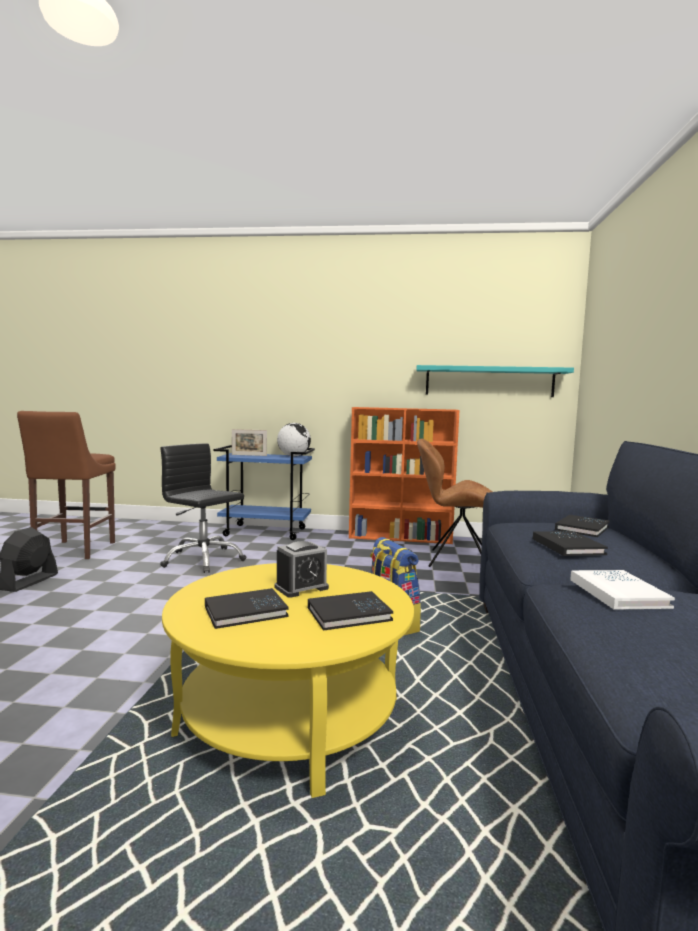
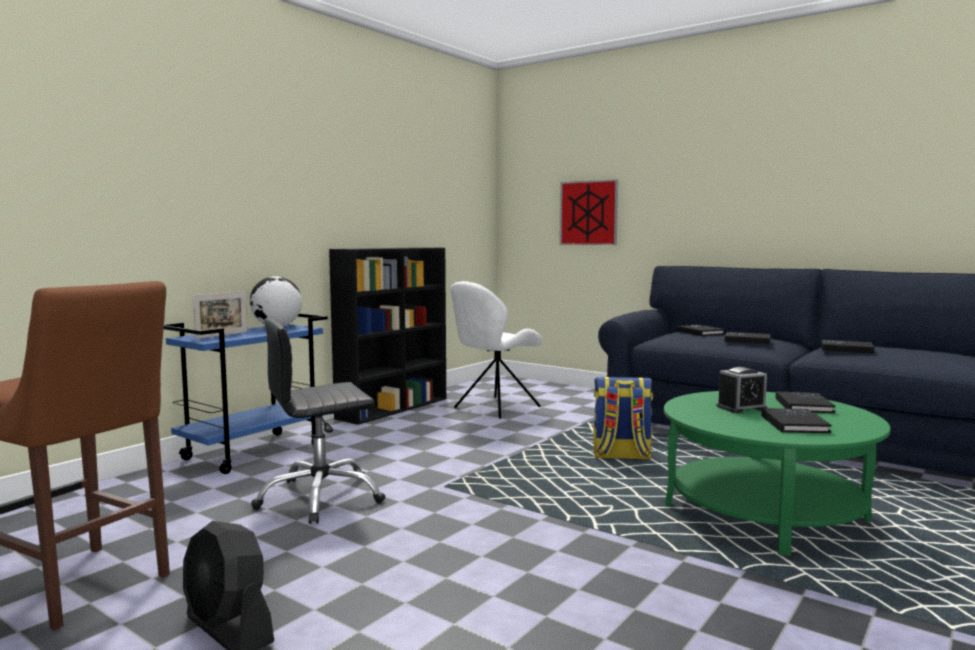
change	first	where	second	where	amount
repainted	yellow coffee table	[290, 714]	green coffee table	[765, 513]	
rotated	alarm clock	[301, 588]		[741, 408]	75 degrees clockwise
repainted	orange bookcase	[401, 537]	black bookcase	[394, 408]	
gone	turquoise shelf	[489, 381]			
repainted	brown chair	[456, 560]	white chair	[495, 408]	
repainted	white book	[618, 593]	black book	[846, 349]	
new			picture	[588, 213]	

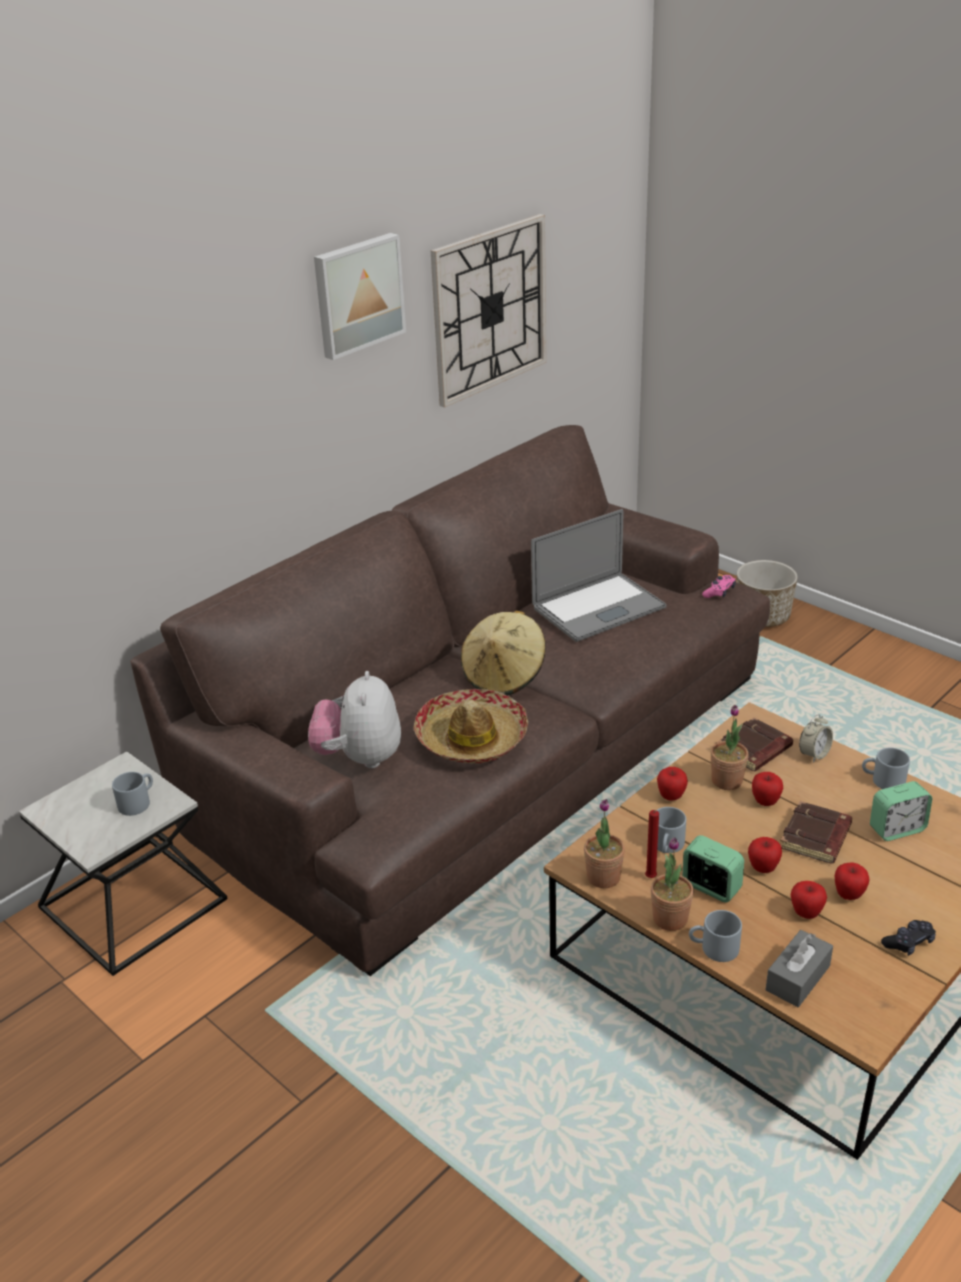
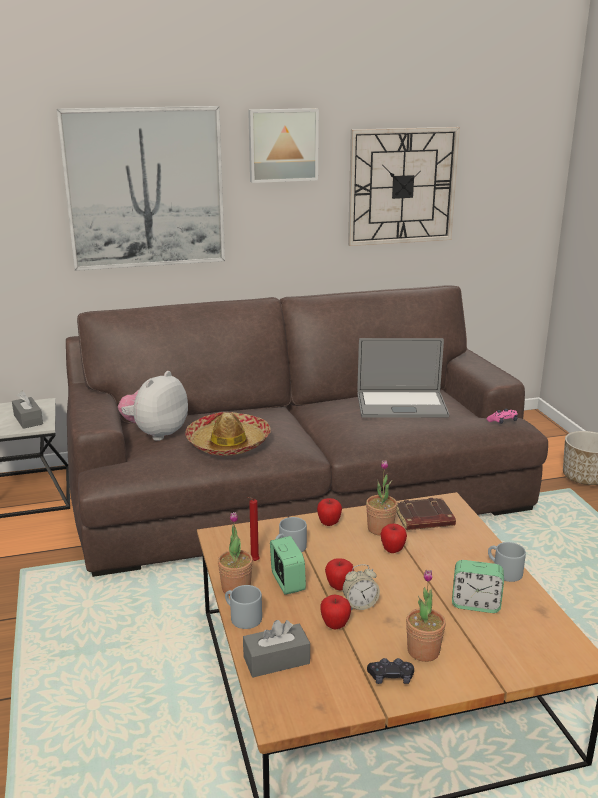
change	first	where	second	where	amount
swapped	grey mug	[137, 801]	grey tissue box	[28, 419]	
gone	beige hat	[504, 676]			
shifted	potted plant	[603, 877]		[423, 651]	
gone	brown book	[816, 838]			
shifted	alarm clock	[814, 754]		[360, 605]	
gone	apple	[848, 895]			
new			picture	[145, 188]	

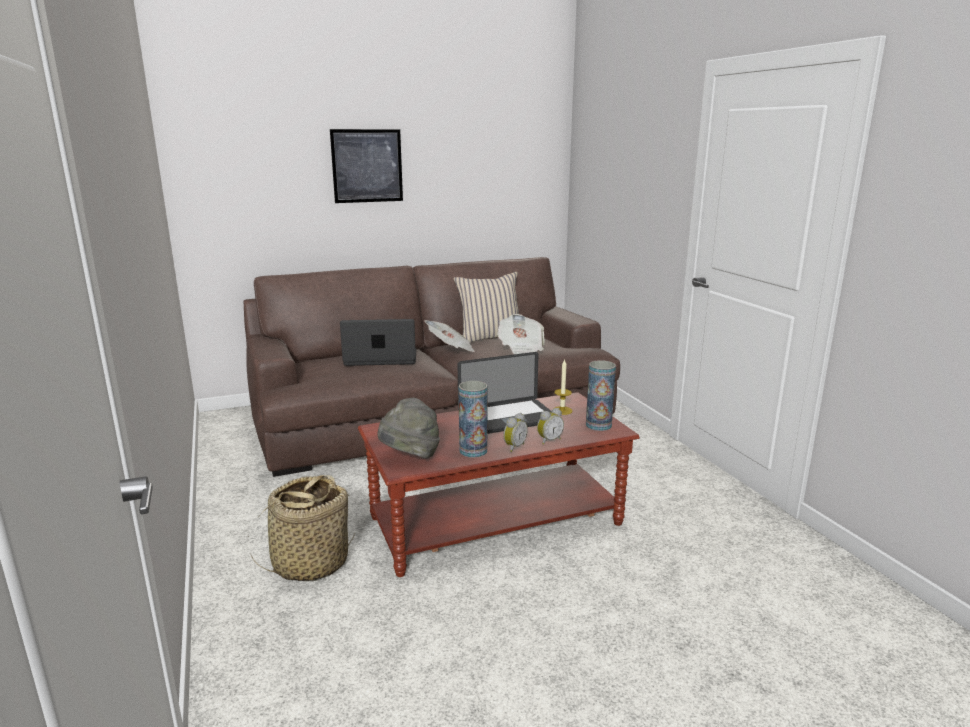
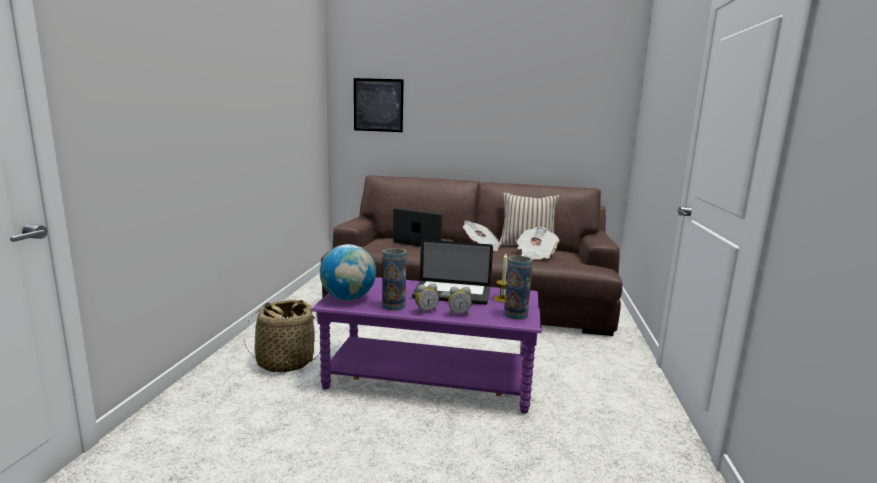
change	first	where	second	where	amount
shifted	picture	[367, 166]		[378, 105]	
repainted	brown coffee table	[496, 521]	purple coffee table	[430, 377]	
swapped	grey hat	[410, 456]	globe	[348, 298]	

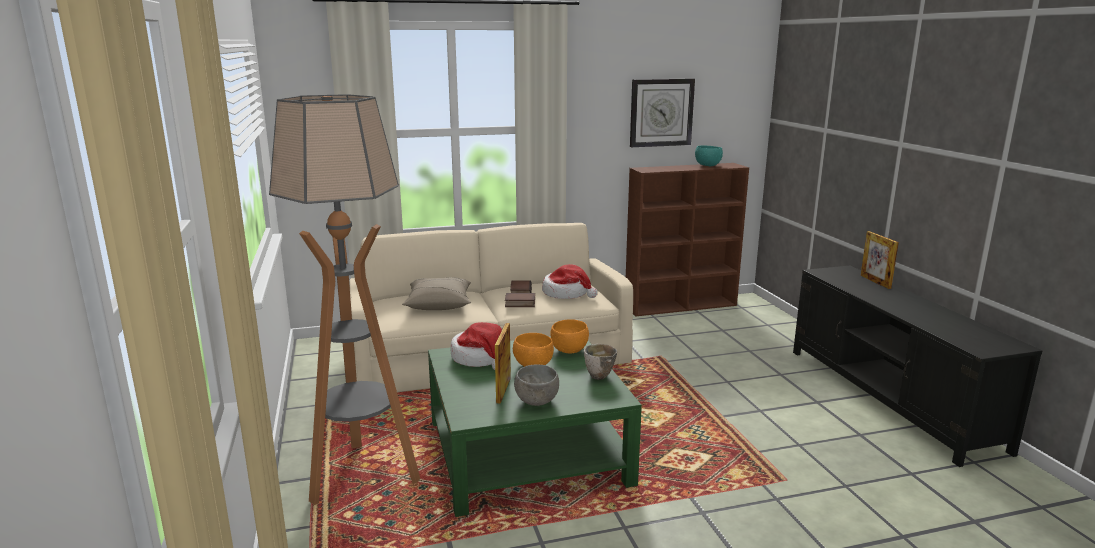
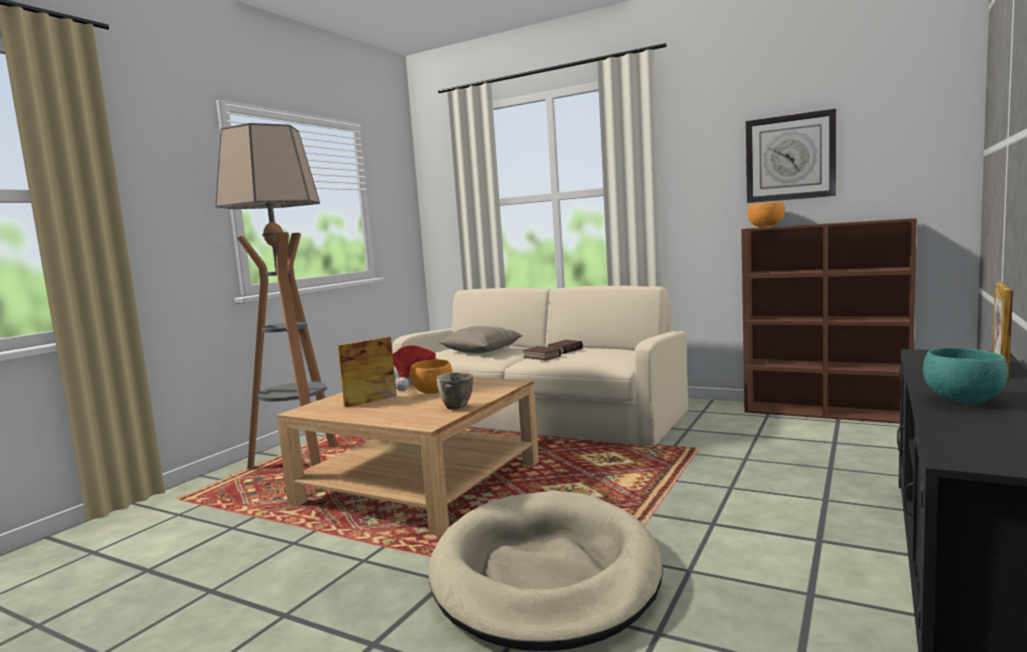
change	first	where	second	where	amount
repainted	green coffee table	[526, 451]	beige coffee table	[419, 482]	
gone	grey bowl	[536, 401]			
gone	hat	[566, 293]			
shifted	orange bowl	[569, 350]		[765, 227]	
shifted	turquoise bowl	[708, 166]		[963, 400]	
new			beige dog bed	[545, 574]	

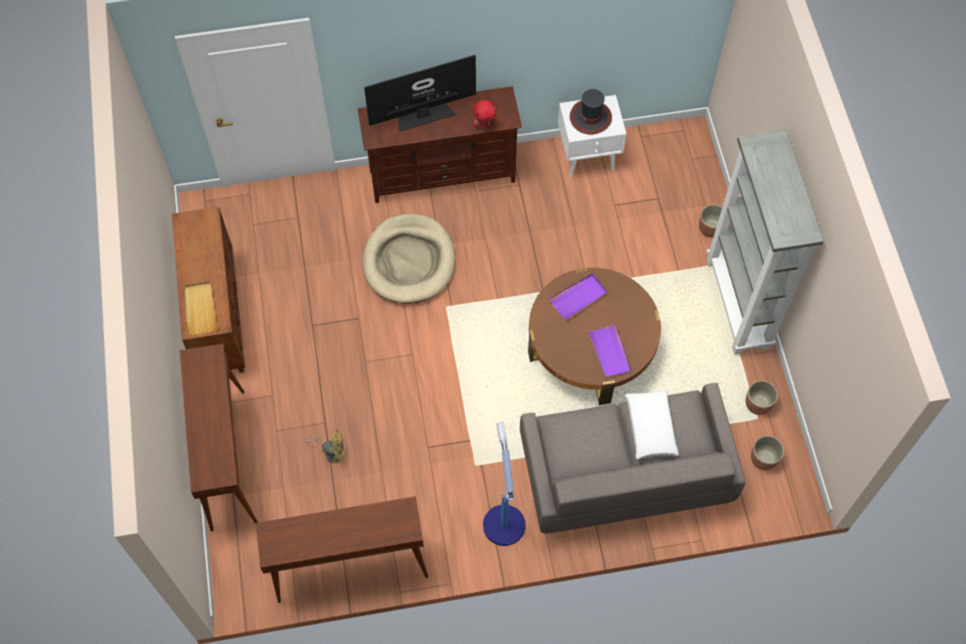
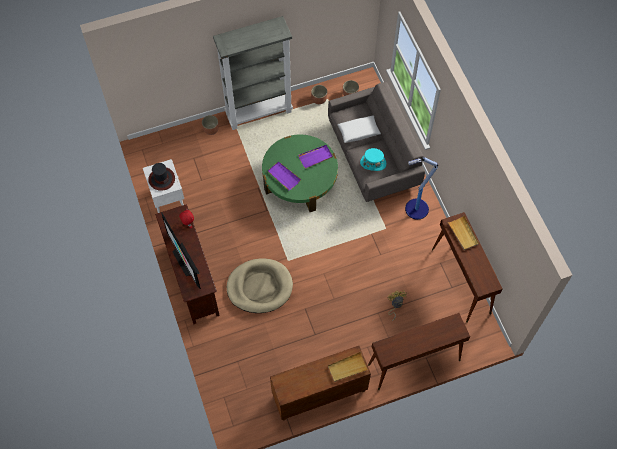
change	first	where	second	where	amount
repainted	brown coffee table	[591, 346]	green coffee table	[300, 181]	
new			turquoise hat	[373, 163]	
new			beige tray	[463, 233]	

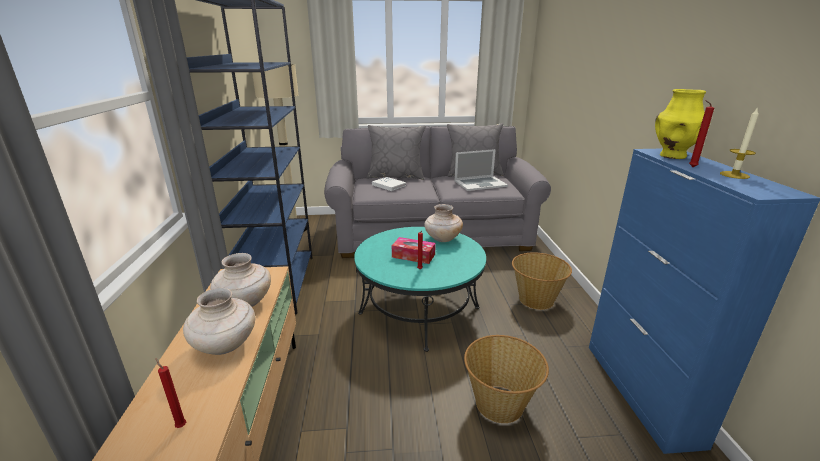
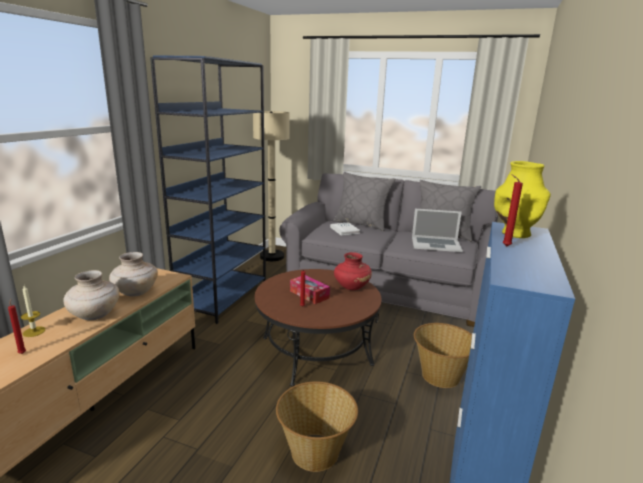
change	first	where	second	where	amount
repainted	turquoise coffee table	[419, 310]	brown coffee table	[316, 350]	
repainted	beige vase	[442, 239]	red vase	[351, 287]	
shifted	candle	[734, 175]		[34, 331]	

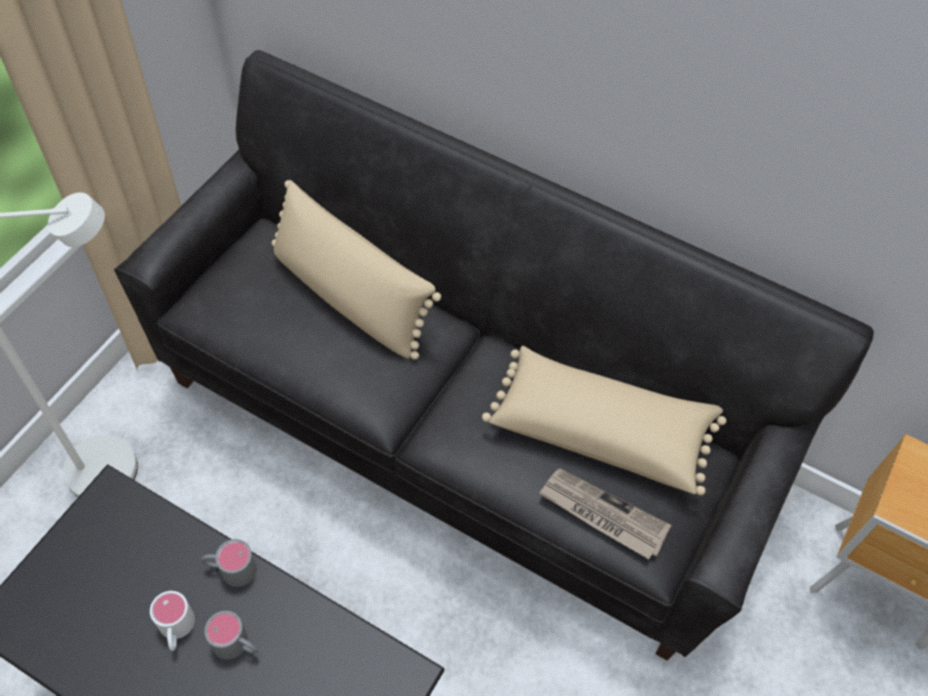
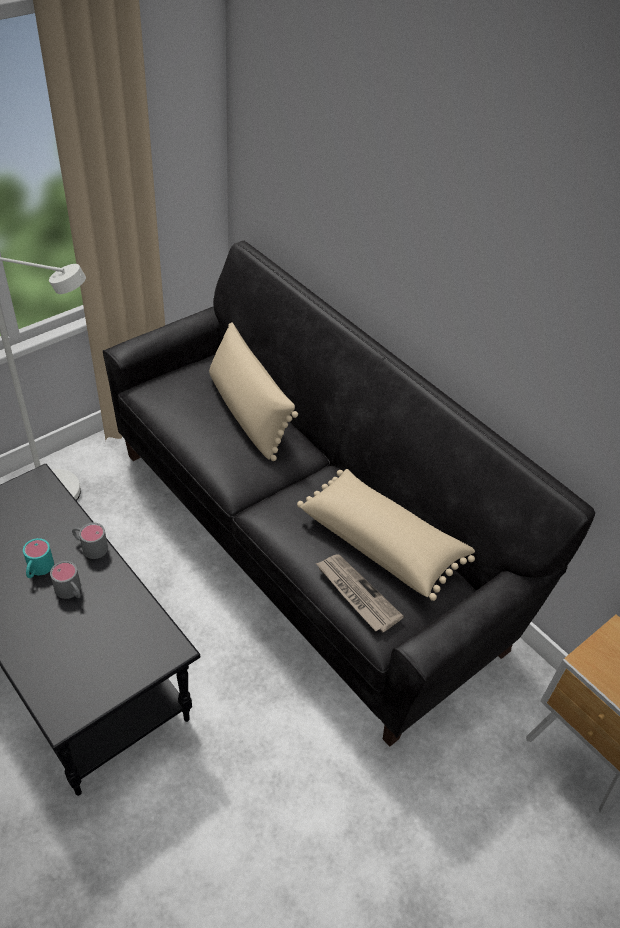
change	first	where	second	where	amount
repainted	white mug	[176, 630]	turquoise mug	[38, 570]	

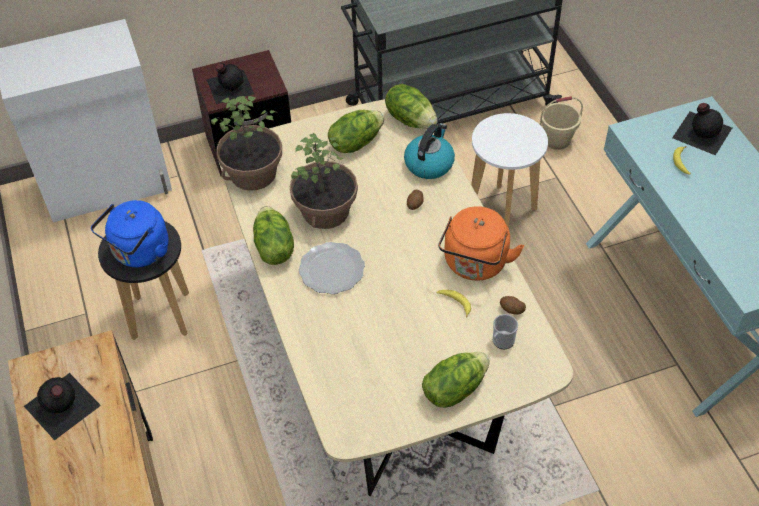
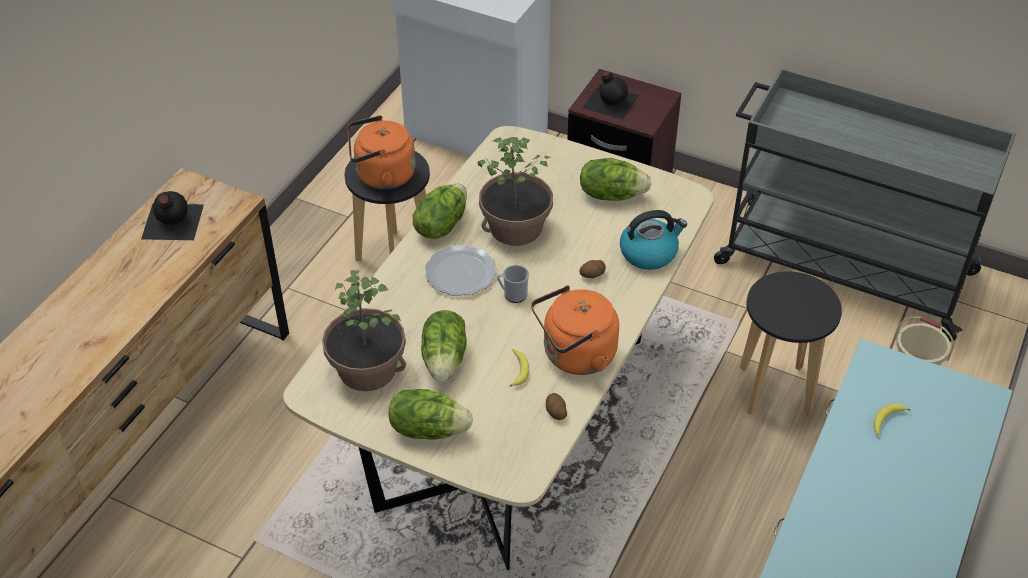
change	first	where	second	where	amount
repainted	blue kettle	[139, 253]	orange kettle	[381, 176]	
shifted	potted plant	[253, 174]		[367, 370]	
shifted	lettuce	[411, 119]		[445, 359]	
repainted	white stool	[502, 210]	black stool	[775, 390]	
shifted	mug	[501, 342]		[512, 294]	
gone	black bottle	[701, 132]			

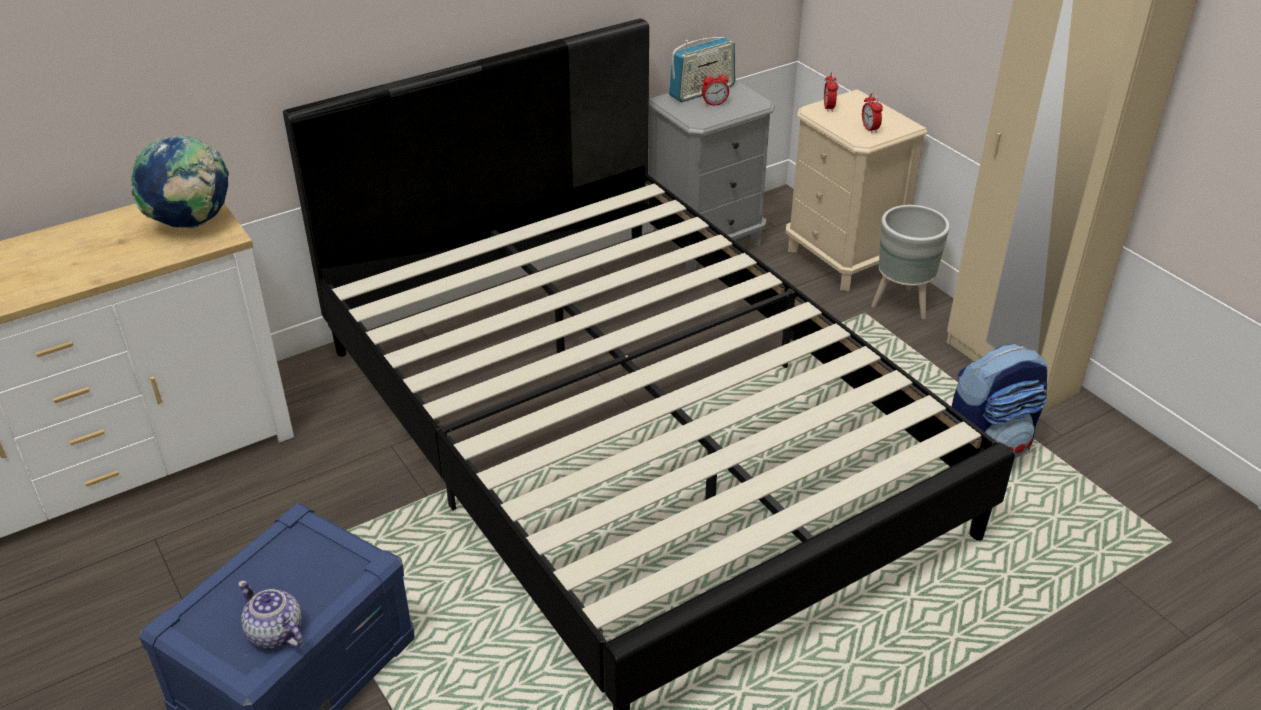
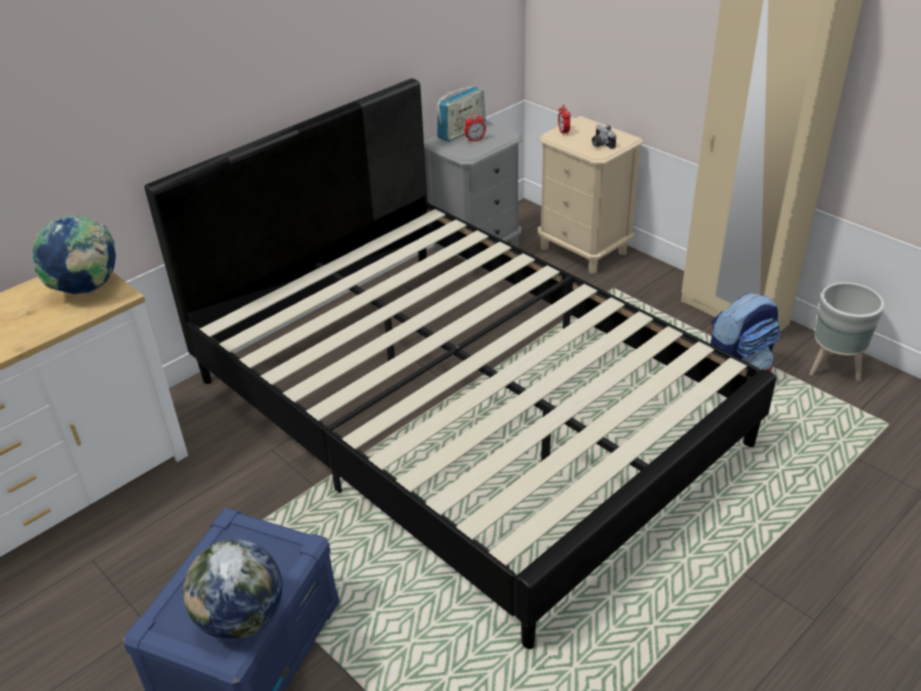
change	first	where	second	where	amount
swapped	teapot	[275, 634]	globe	[241, 619]	
swapped	alarm clock	[870, 129]	photo camera	[600, 144]	
shifted	grey planter	[902, 304]		[834, 369]	

